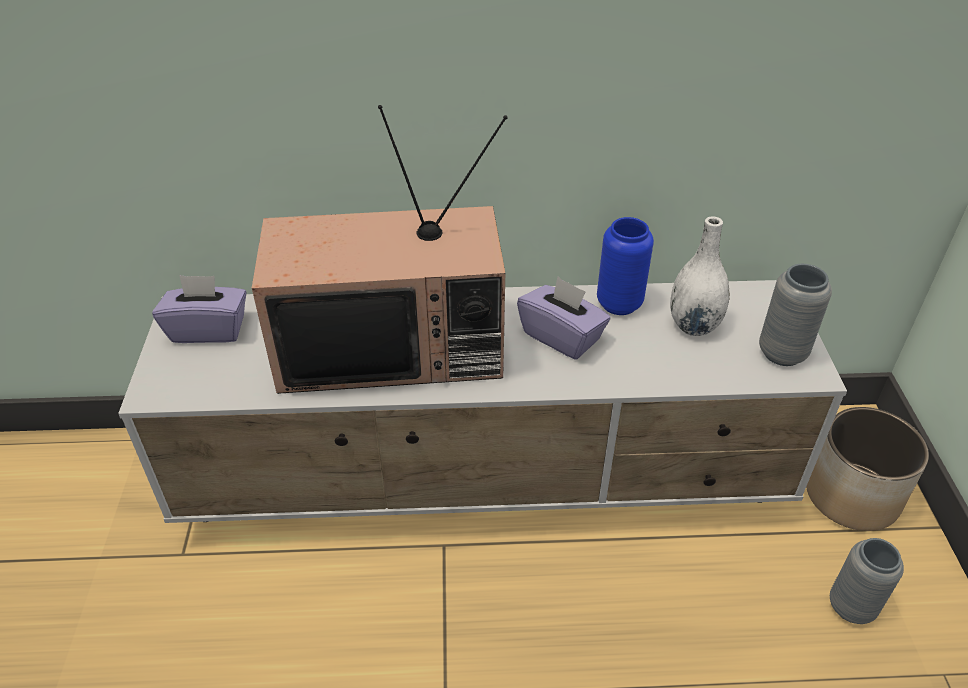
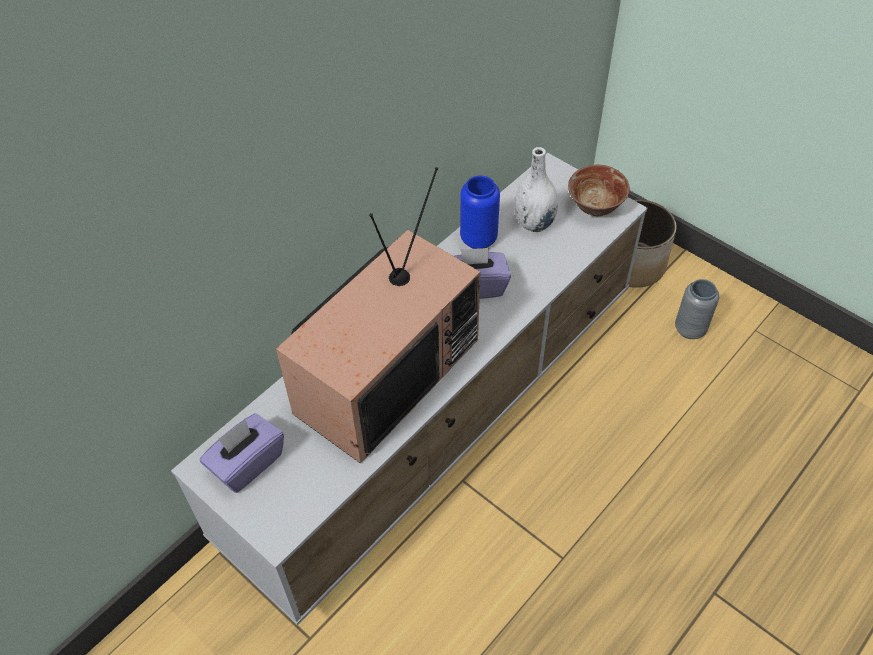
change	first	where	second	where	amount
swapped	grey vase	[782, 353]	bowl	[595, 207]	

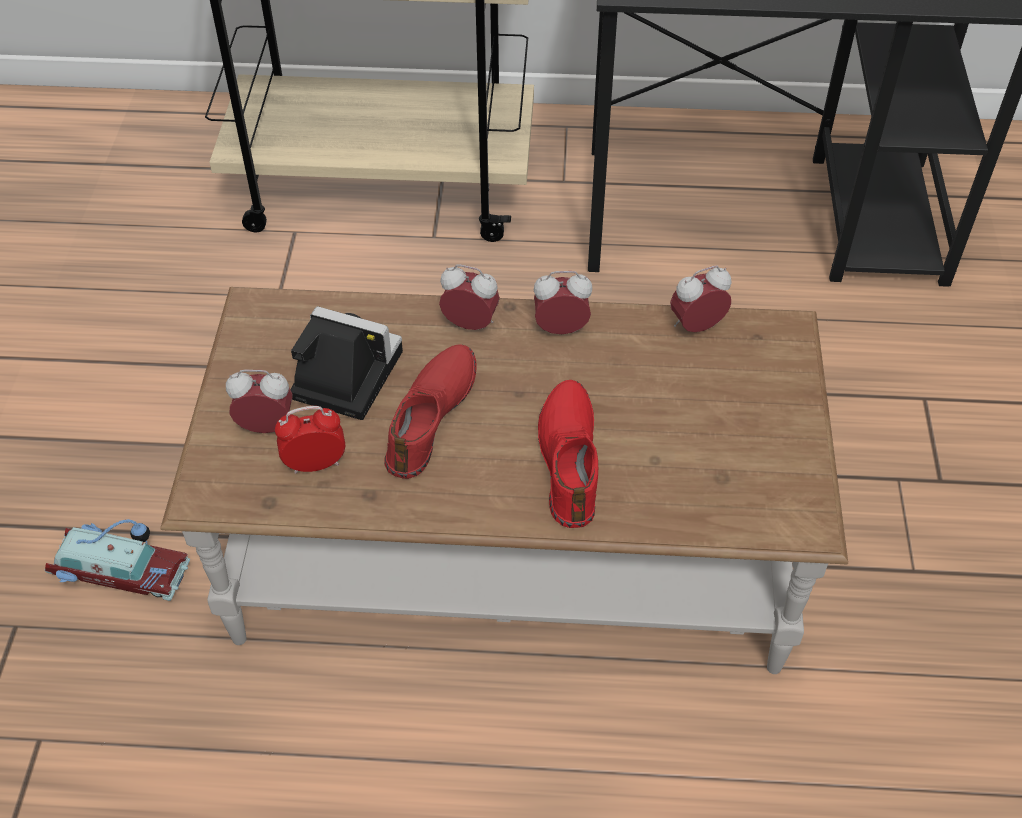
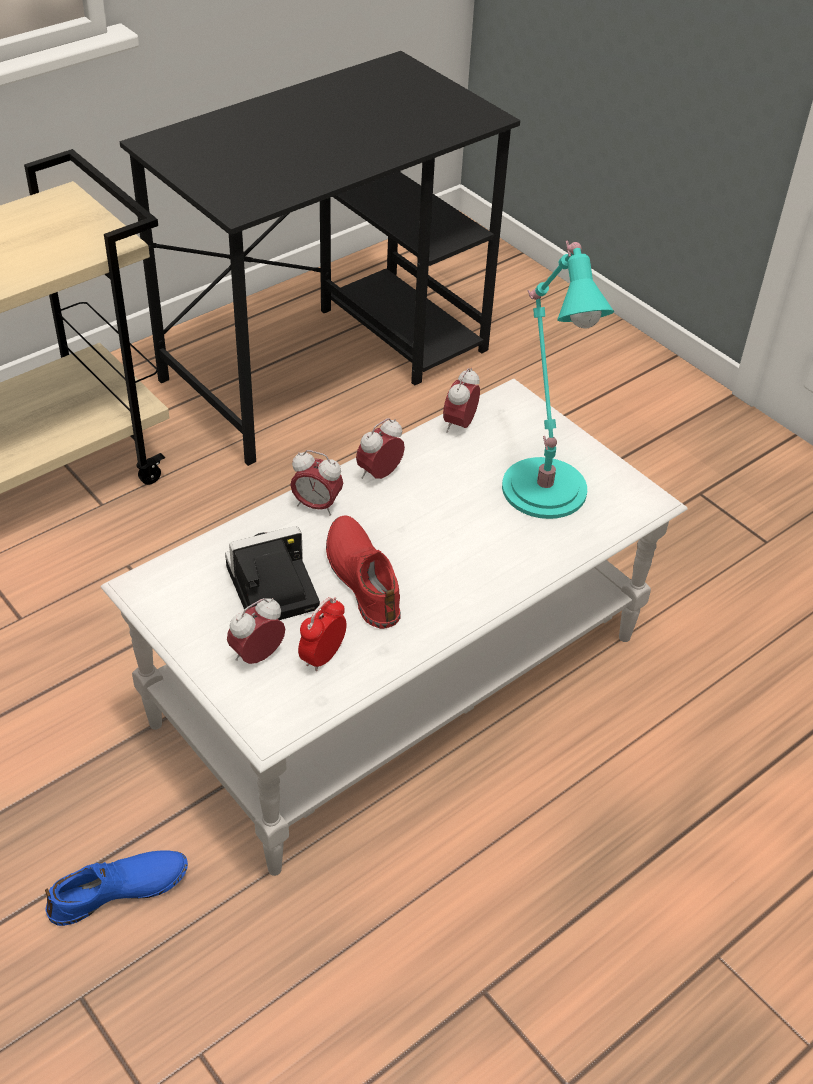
change	first	where	second	where	amount
swapped	toy car	[119, 566]	blue shoe	[119, 892]	
repainted	brown coffee table	[511, 552]	white coffee table	[398, 680]	
rotated	alarm clock	[470, 324]		[316, 505]	135 degrees counterclockwise
gone	red shoe	[571, 459]			
new			turquoise table lamp	[542, 483]	

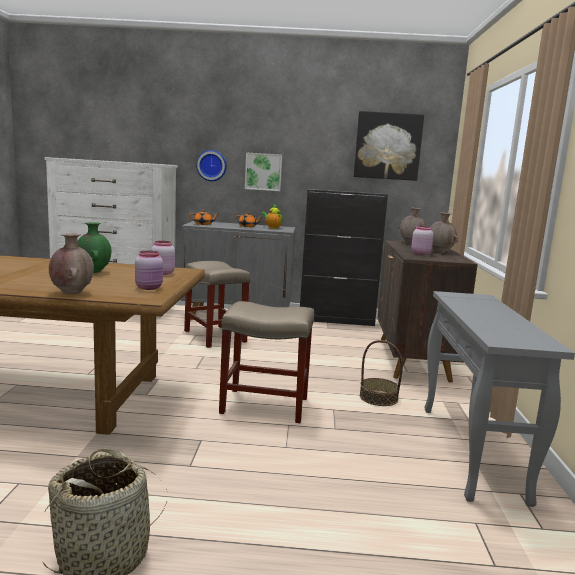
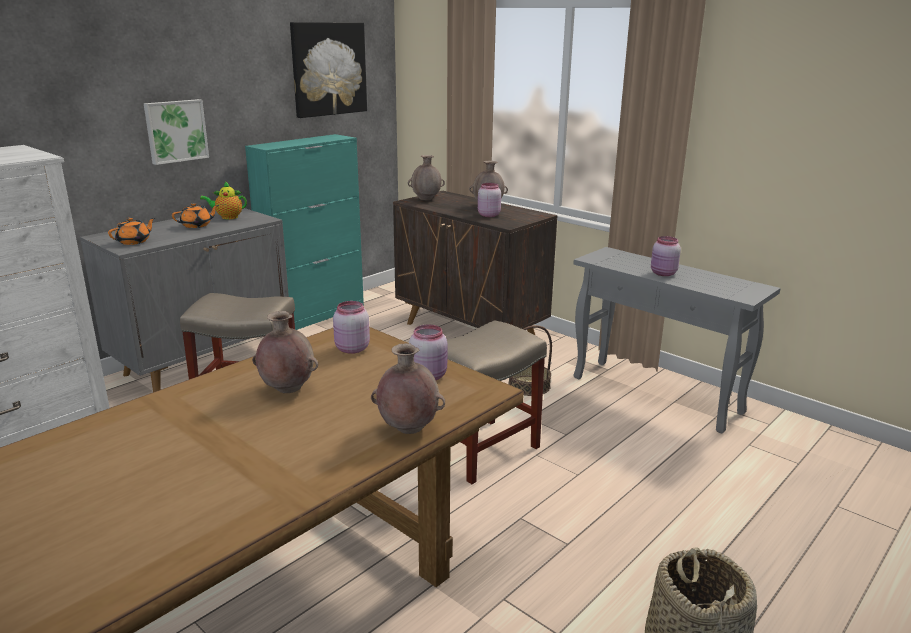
change	first	where	second	where	amount
repainted	green vase	[93, 272]	brown vase	[287, 389]	
gone	wall clock	[212, 165]			
repainted	black cabinet	[336, 320]	turquoise cabinet	[315, 315]	
new			pink jar	[663, 274]	

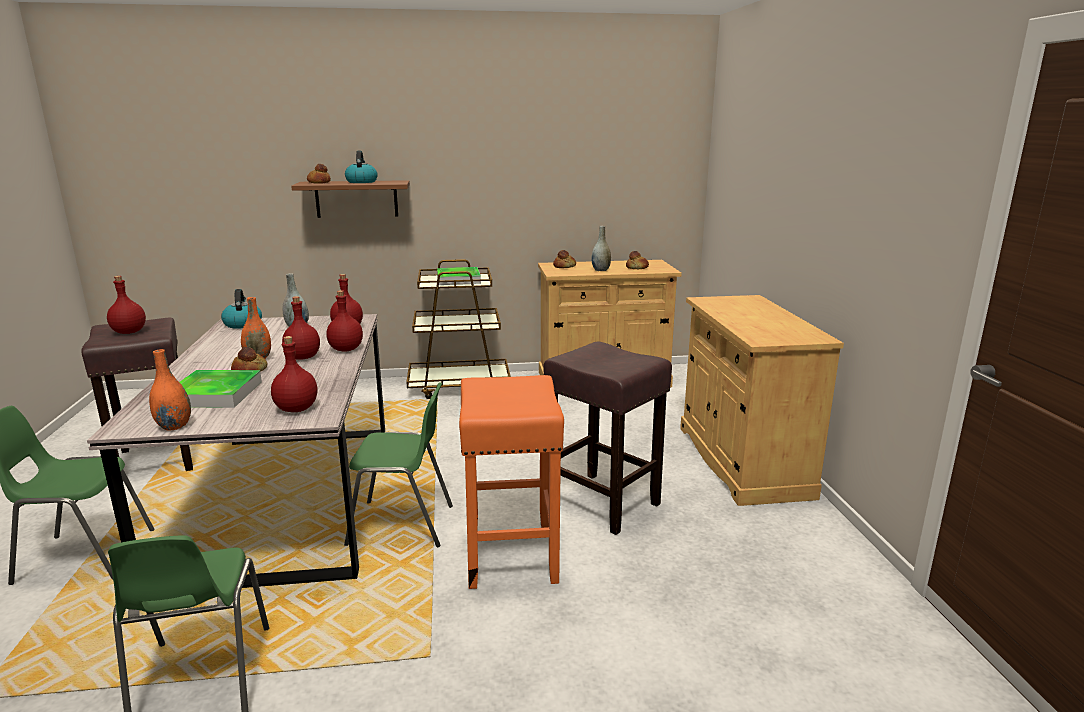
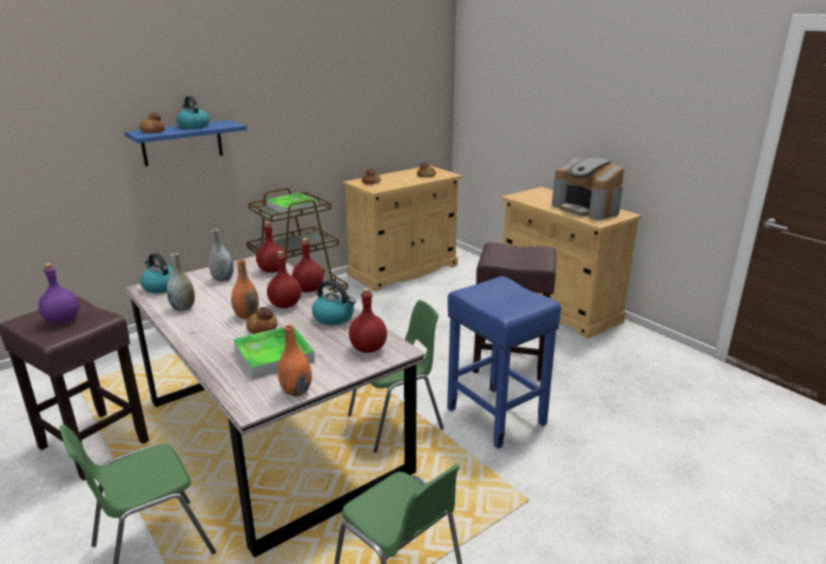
change	first	where	second	where	amount
repainted	red bottle	[129, 332]	purple bottle	[62, 321]	
repainted	brown shelf	[356, 199]	blue shelf	[182, 143]	
repainted	orange stool	[510, 553]	blue stool	[494, 415]	
shifted	grey vase	[600, 270]		[183, 308]	
new			kettle	[334, 317]	
new			coffee machine	[586, 209]	

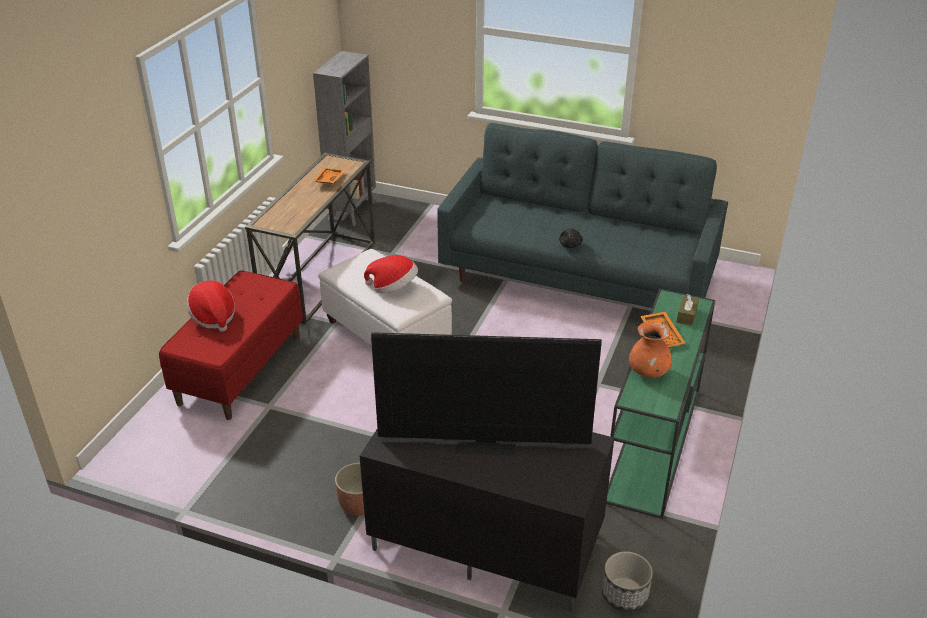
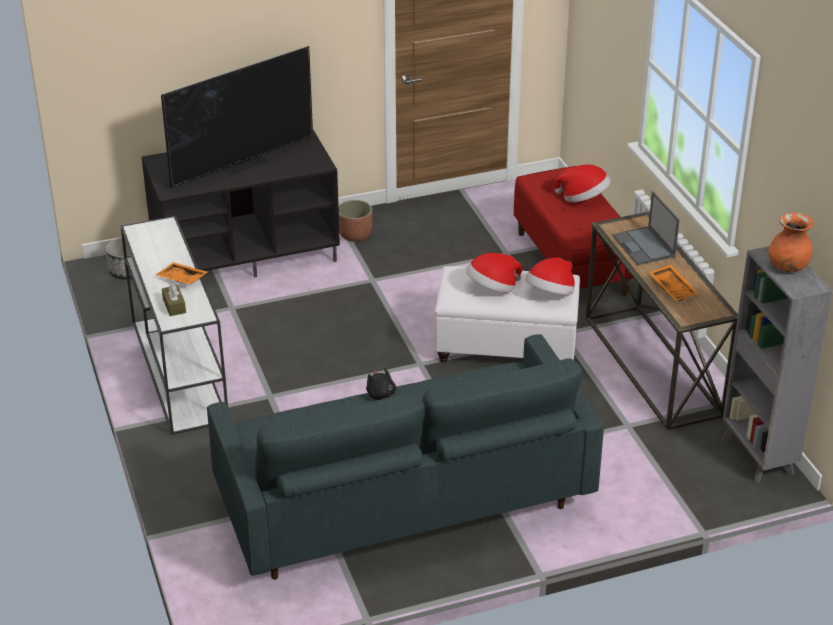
change	first	where	second	where	amount
repainted	green console table	[653, 445]	white console table	[178, 369]	
shifted	orange vase	[648, 372]		[788, 266]	
new			hat	[550, 294]	
new			laptop	[644, 246]	

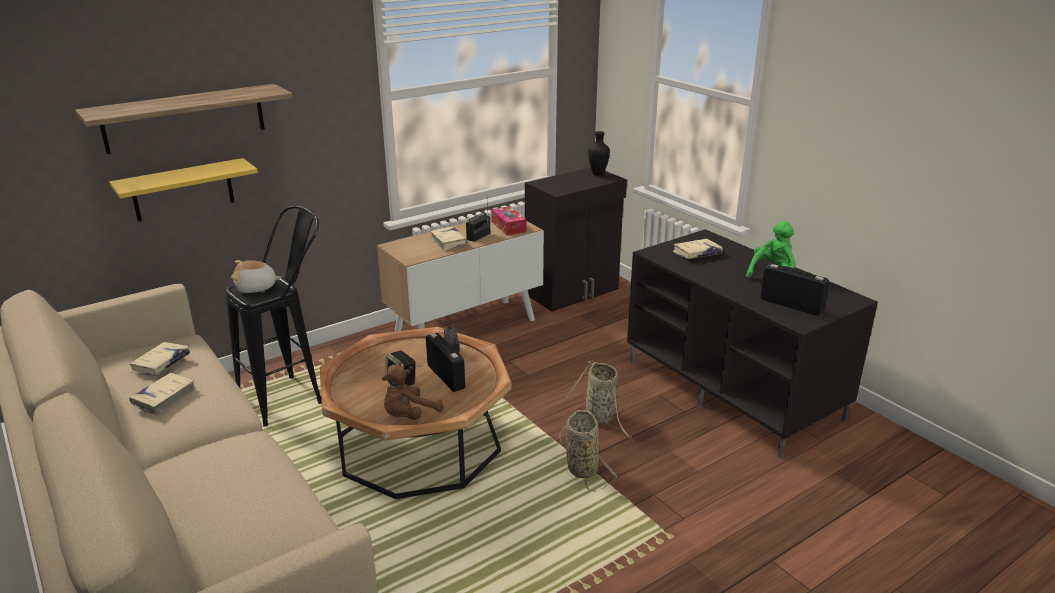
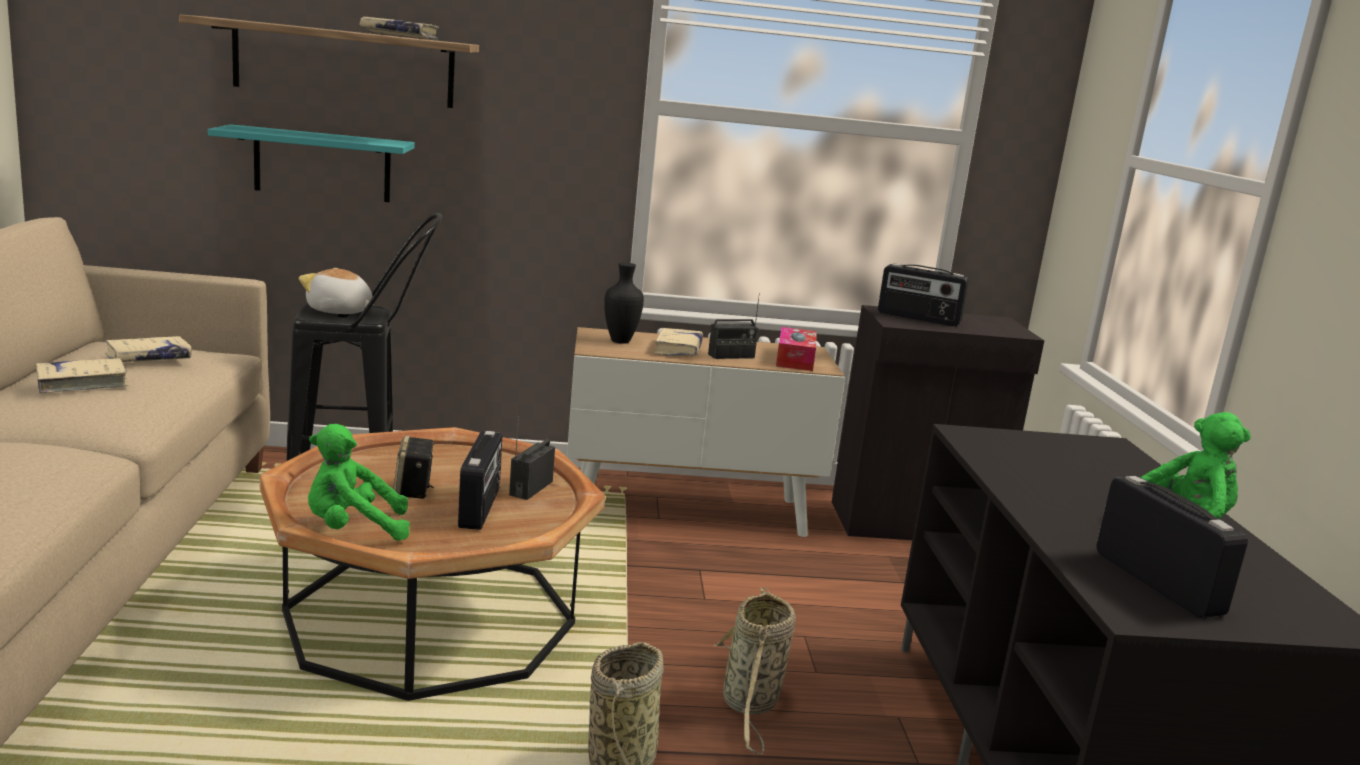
change	first	where	second	where	amount
repainted	yellow shelf	[183, 190]	turquoise shelf	[322, 164]	
repainted	brown plush toy	[409, 416]	green plush toy	[353, 529]	
shifted	black vase	[598, 174]		[621, 341]	
shifted	beige book	[697, 254]		[399, 36]	
new			radio	[918, 318]	

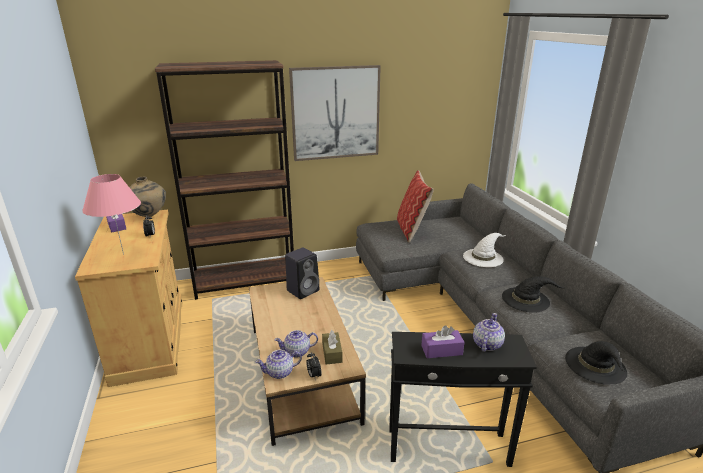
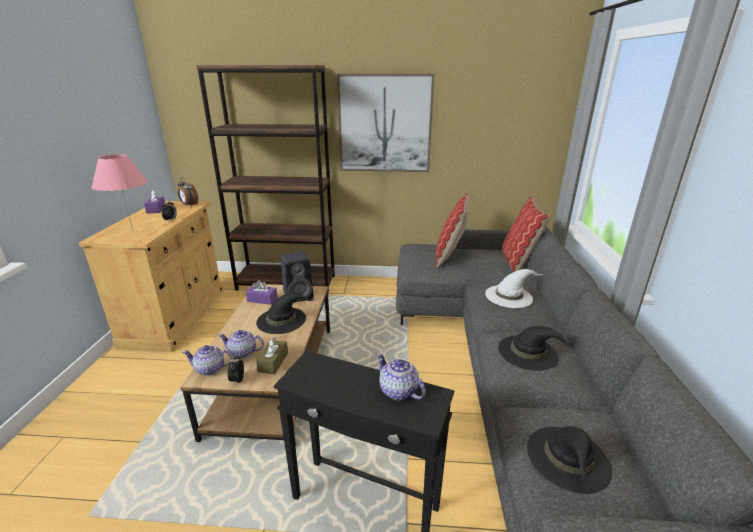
change	first	where	second	where	amount
swapped	beige vase	[149, 216]	alarm clock	[189, 205]	
shifted	purple tissue box	[441, 350]		[262, 299]	
rotated	teapot	[486, 344]		[398, 391]	90 degrees counterclockwise
new			black hat	[282, 320]	
new			pillow	[518, 262]	

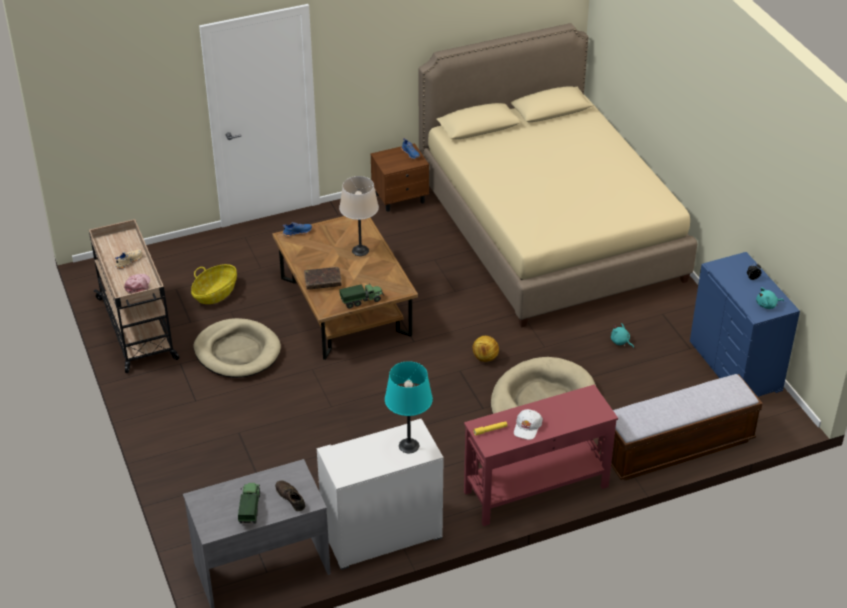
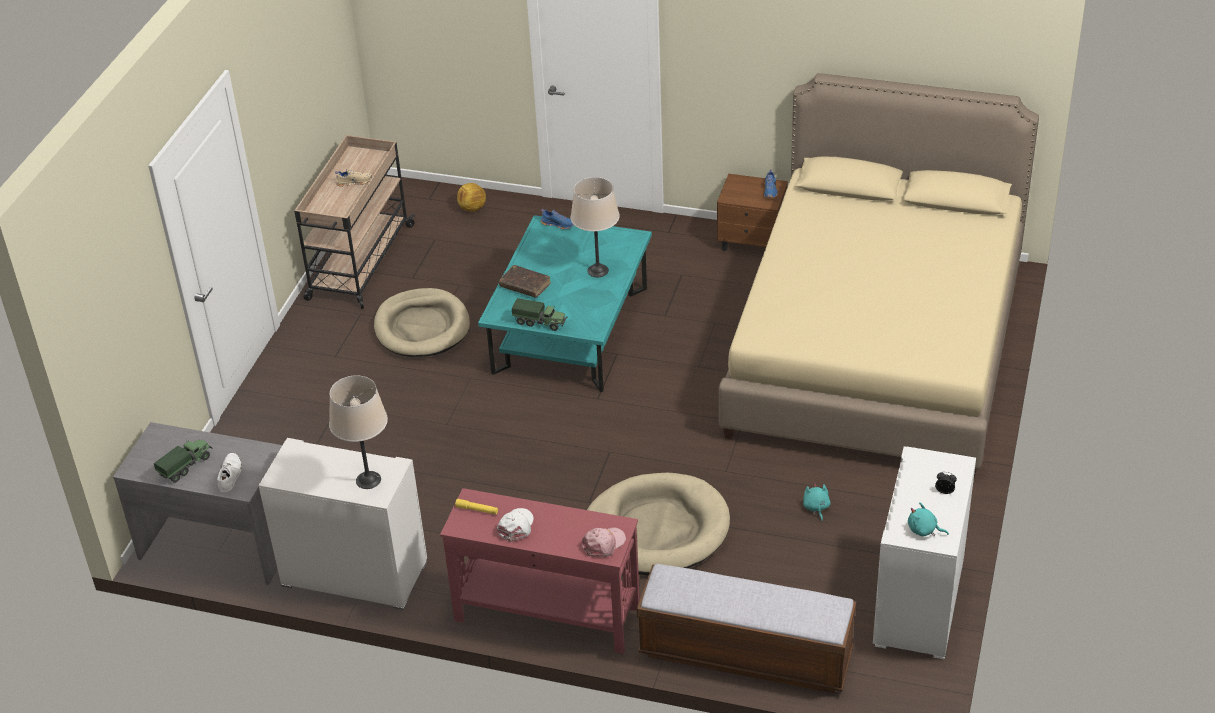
change	first	where	second	where	amount
shifted	pink cap	[138, 285]		[604, 544]	
gone	basket	[215, 294]			
repainted	brown coffee table	[345, 306]	turquoise coffee table	[570, 330]	
repainted	brown shoe	[290, 497]	white shoe	[229, 475]	
repainted	turquoise table lamp	[409, 446]	beige table lamp	[368, 480]	
shifted	football	[485, 358]		[472, 208]	
rotated	white cap	[527, 427]		[516, 526]	135 degrees clockwise
repainted	blue dresser	[736, 366]	white dresser	[920, 602]	

